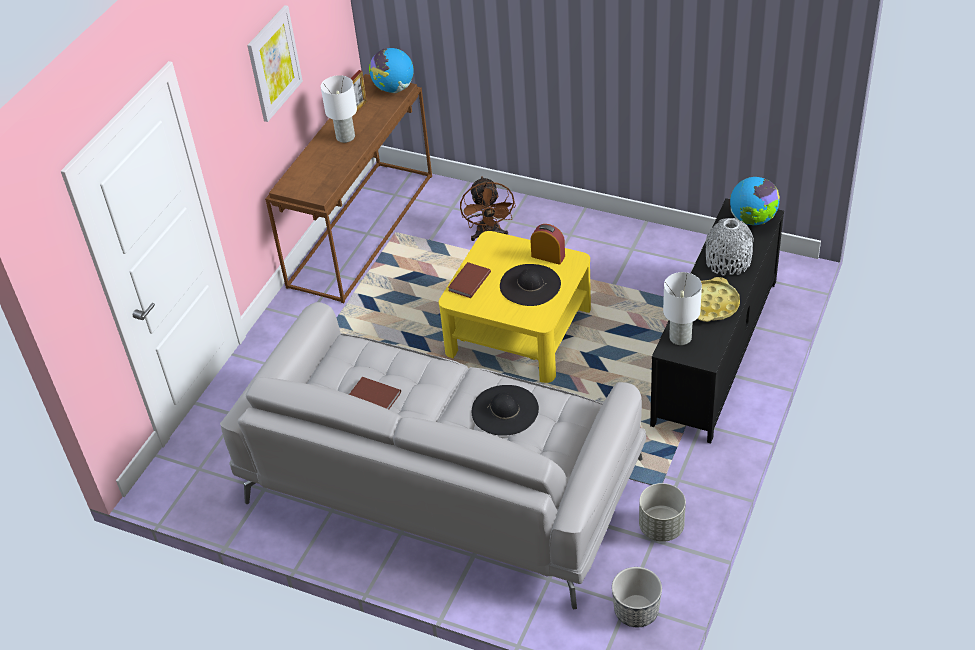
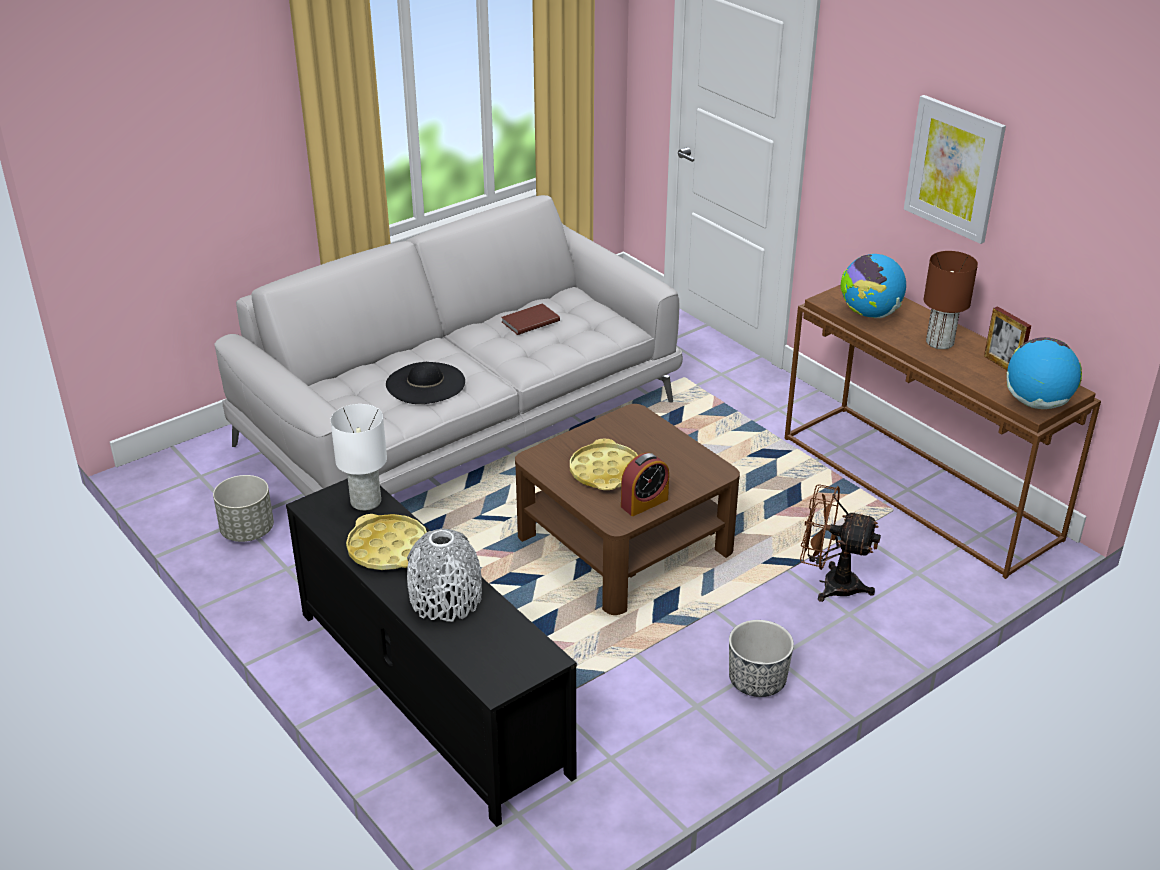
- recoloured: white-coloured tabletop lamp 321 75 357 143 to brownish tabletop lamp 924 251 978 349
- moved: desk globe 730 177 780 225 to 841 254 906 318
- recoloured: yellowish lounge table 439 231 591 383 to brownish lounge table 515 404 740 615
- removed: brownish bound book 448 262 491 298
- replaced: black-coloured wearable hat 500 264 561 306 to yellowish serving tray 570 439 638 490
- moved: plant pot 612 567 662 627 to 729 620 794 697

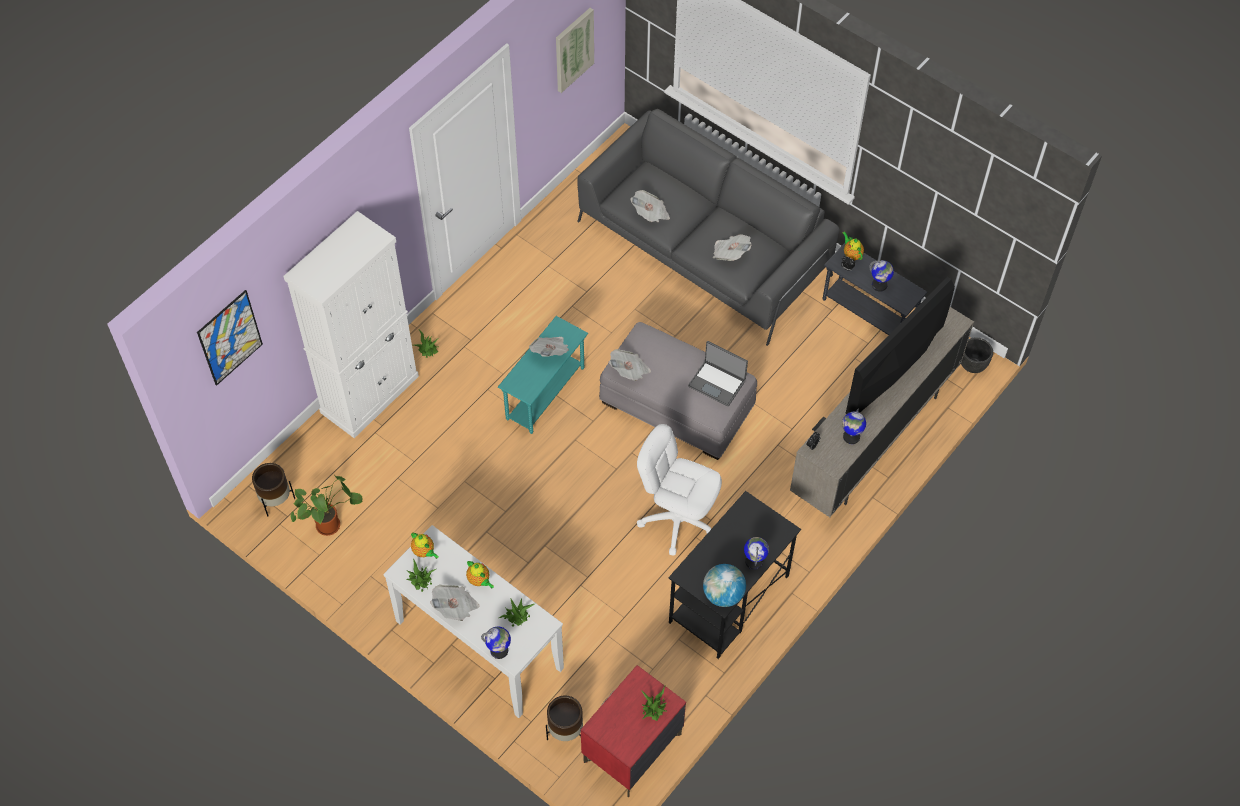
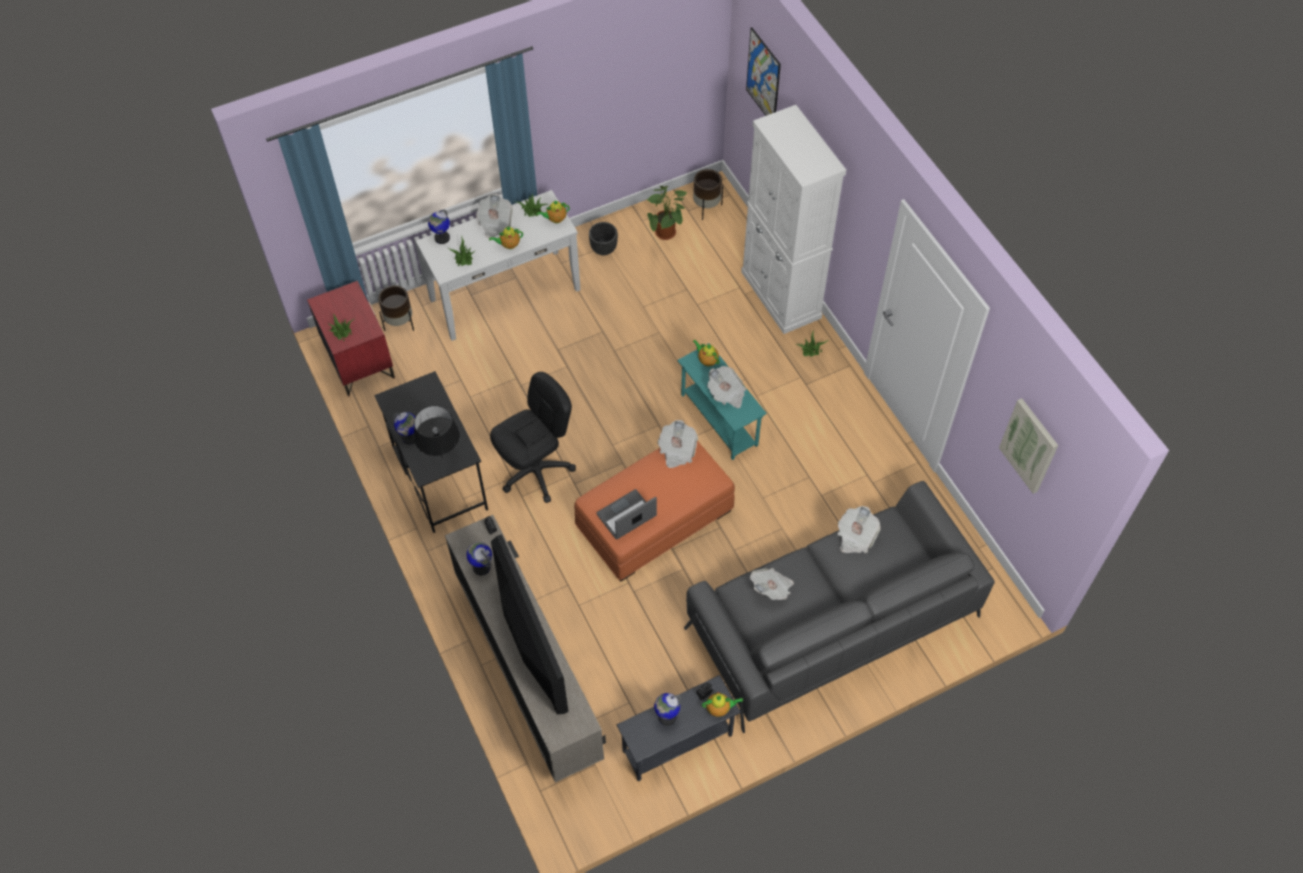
- recoloured: gray footrest 599 322 757 460 to orangey footrest 574 441 735 581
- moved: black-coloured plant pot 961 337 993 373 to 589 222 618 255
- recoloured: white-coloured desk chair 637 424 722 556 to black-coloured desk chair 490 372 576 503
- removed: desk globe 703 564 746 607
- added: tea pot 692 340 720 366
- added: black-coloured tabletop lamp 414 405 460 456

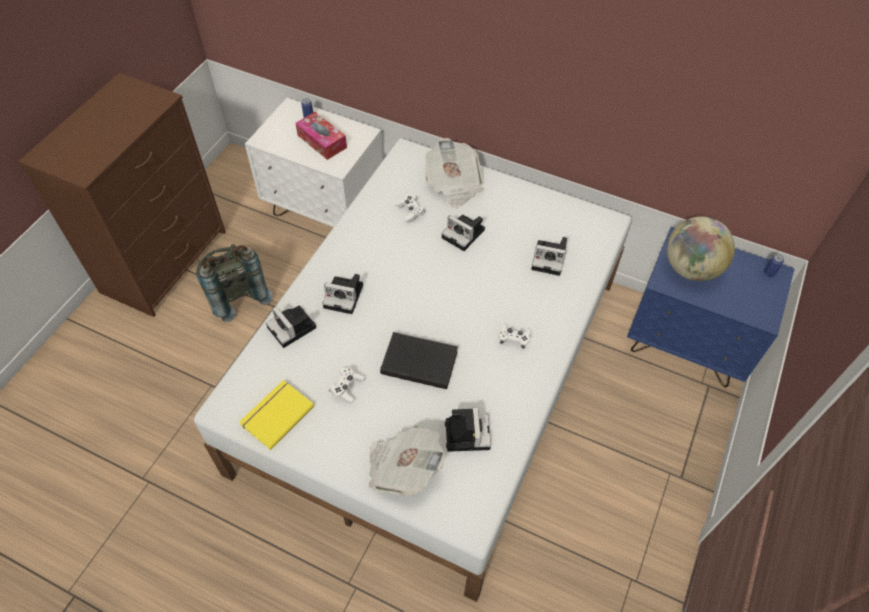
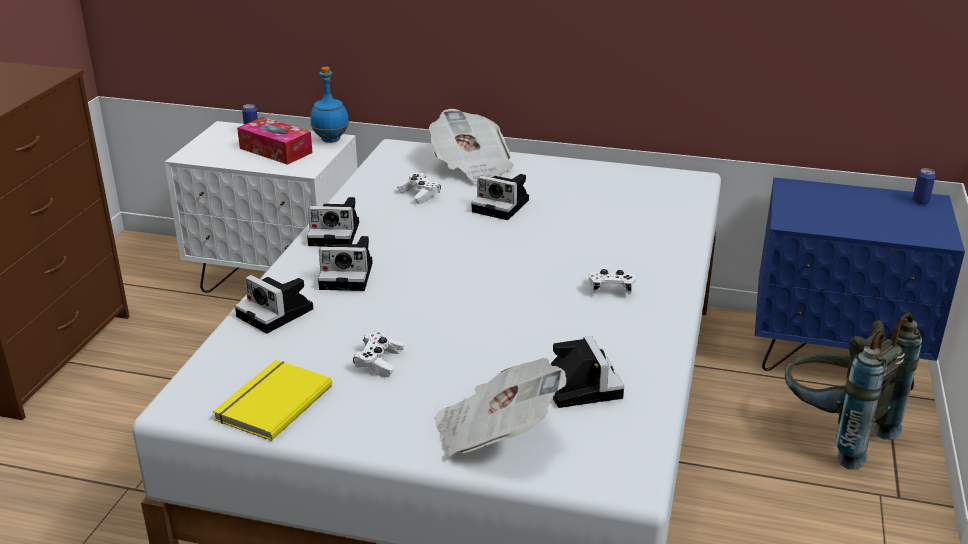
- removed: desk globe 667 217 735 281
- moved: photo camera 531 237 567 276 to 307 197 359 247
- moved: gray backpack 196 244 272 322 to 785 312 922 470
- removed: black-coloured bound book 380 332 458 389
- added: blue drink bottle 310 67 349 143

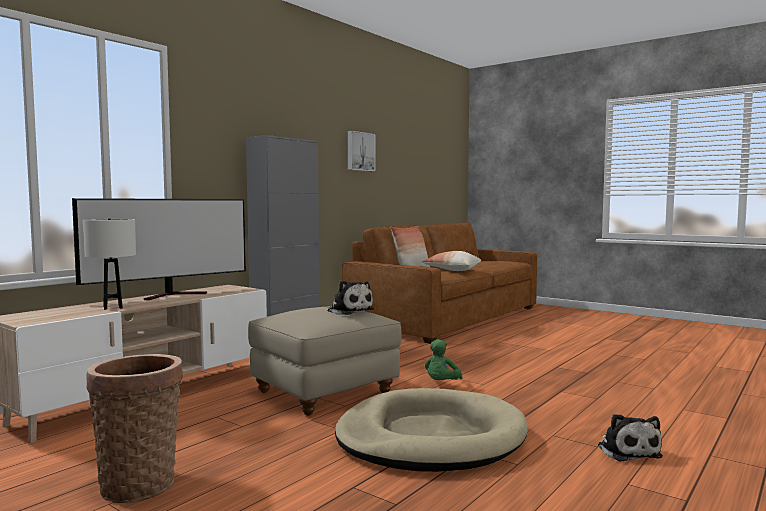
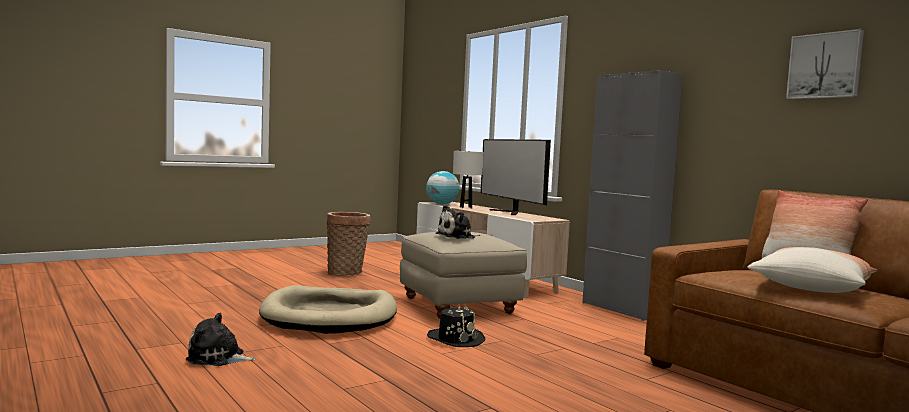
- replaced: green-coloured plush toy 424 339 463 380 to black-coloured wearable hat 427 306 485 347
- added: desk globe 426 171 460 204

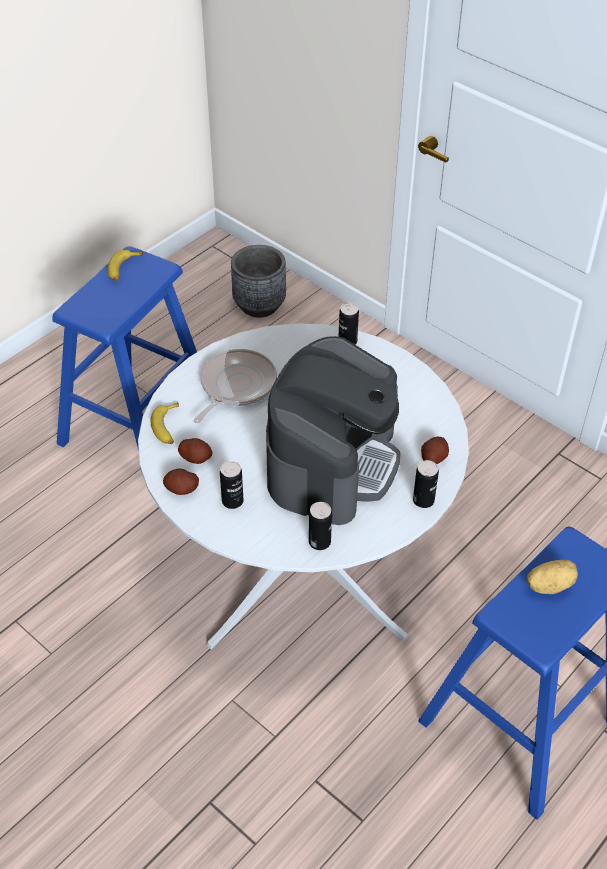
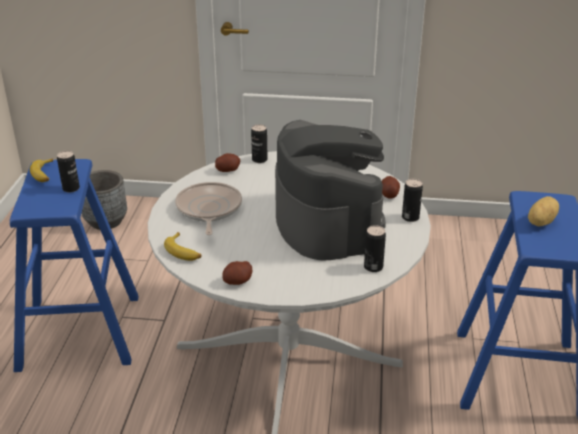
- moved: whole potato 178 438 212 464 to 215 153 240 172
- moved: can 220 461 244 509 to 57 151 80 193

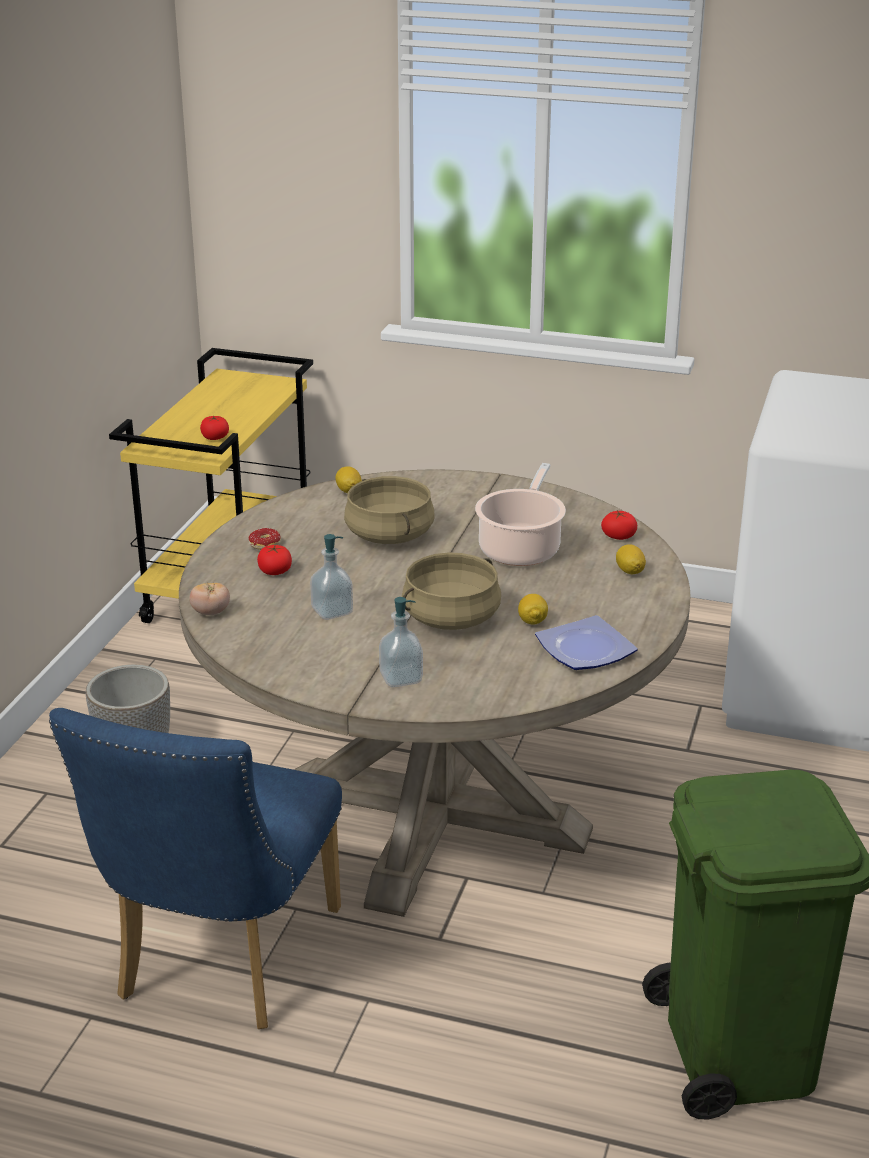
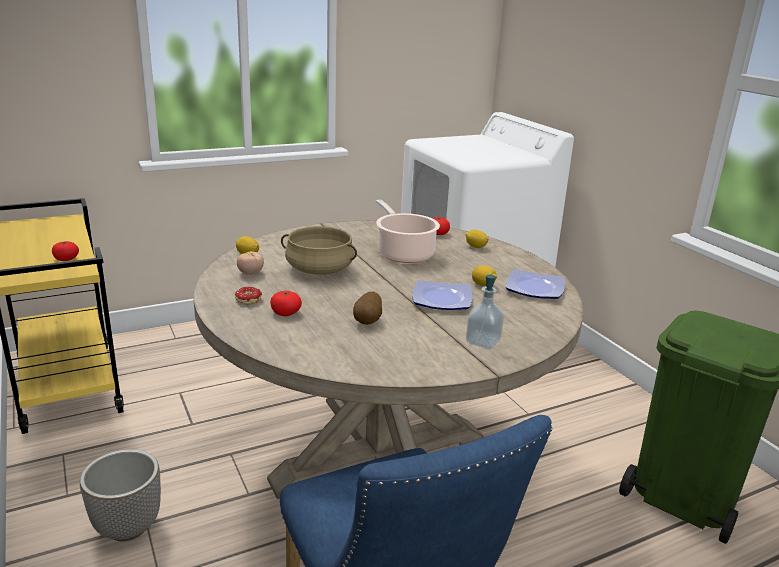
- replaced: liquid soap bottle 310 534 353 620 to whole potato 353 291 382 325
- replaced: beige-coloured cooking pot 402 552 501 630 to dinner plate 413 280 472 310
- moved: fresh tomato 189 582 230 615 to 237 251 264 275

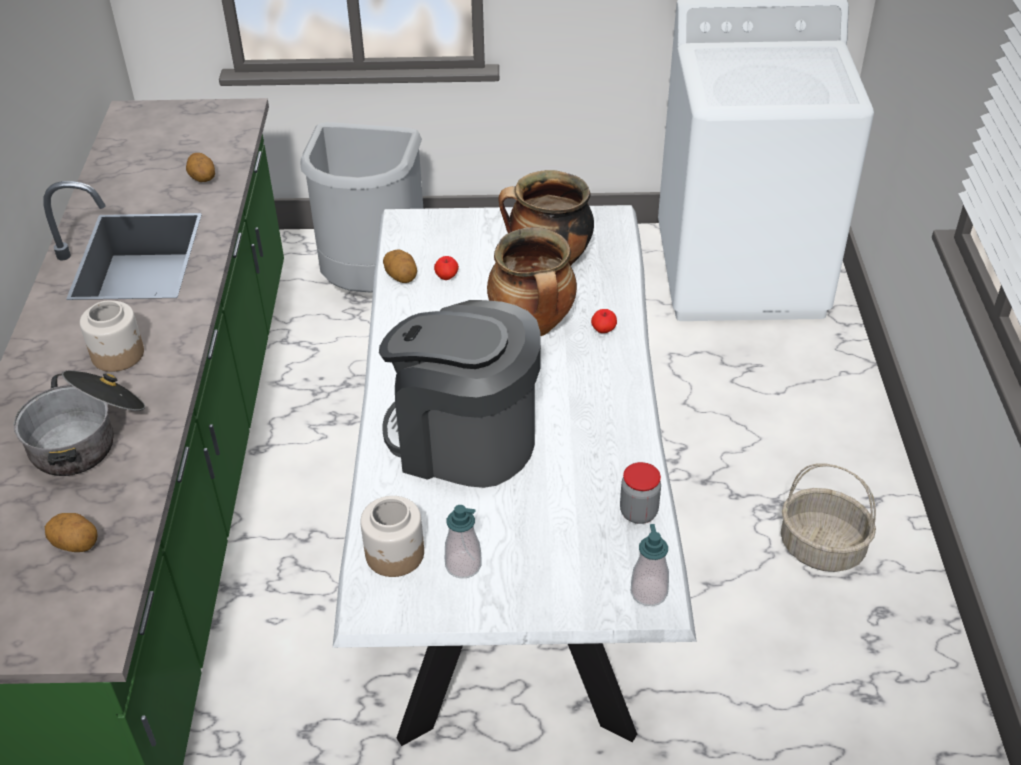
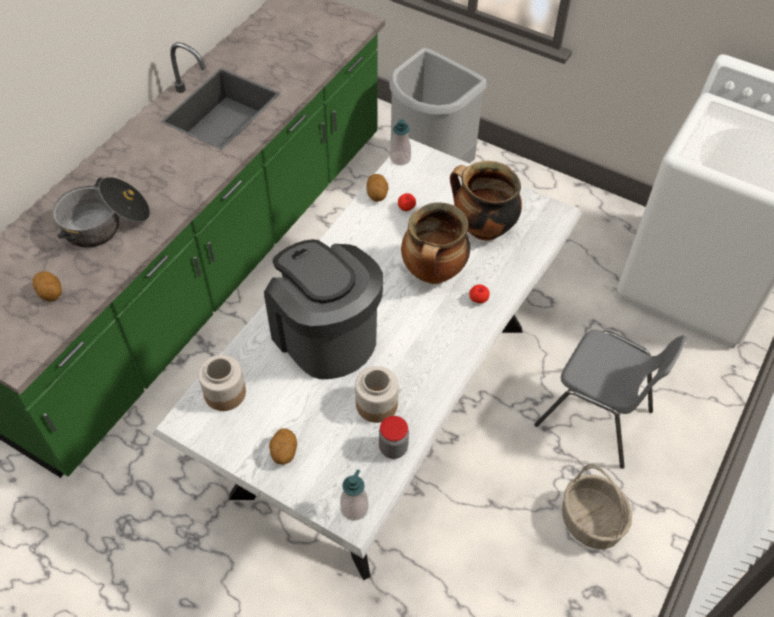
- moved: whole potato 186 153 215 182 to 269 428 297 465
- moved: preserve jar 80 301 144 372 to 355 366 399 423
- moved: liquid soap bottle 445 505 481 578 to 390 119 411 165
- added: gray plain chair 534 330 687 469

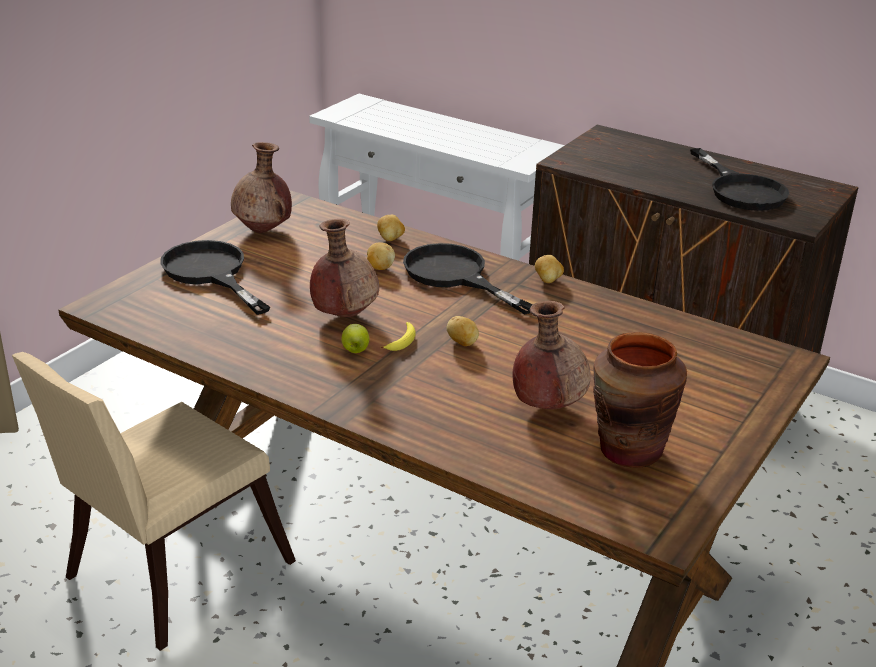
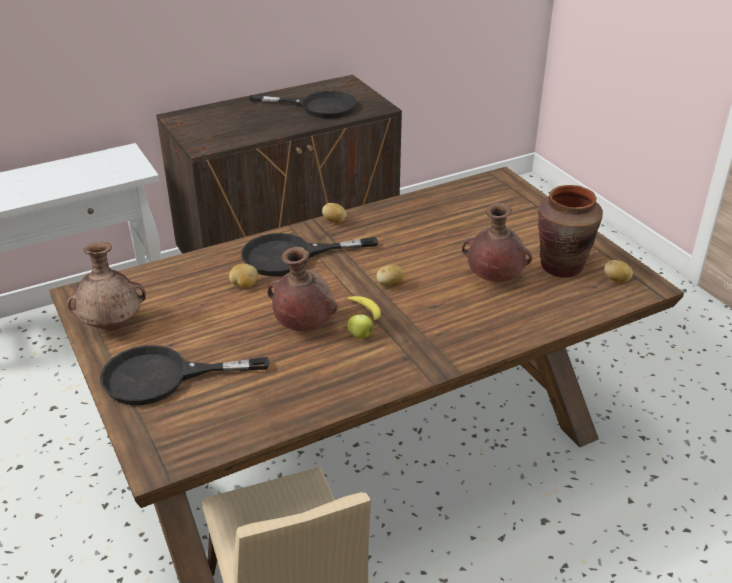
- moved: whole potato 377 215 405 241 to 604 260 633 284

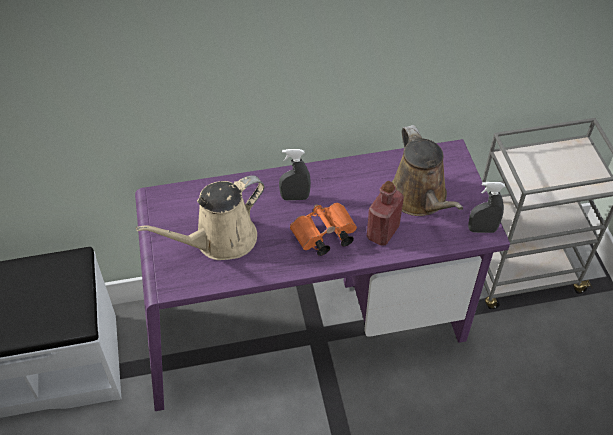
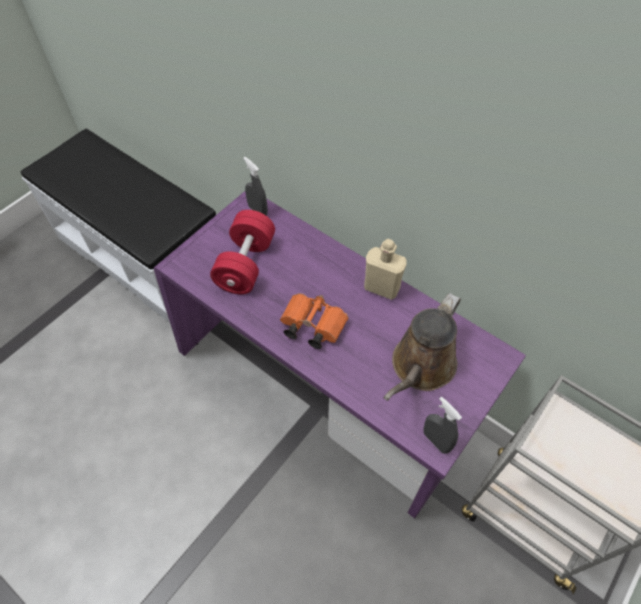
- moved: gray spray bottle 279 149 311 200 to 243 157 268 216
- replaced: beige-coloured sprinkling can 136 175 265 260 to reddish free weight 210 210 275 295
- removed: reddish drink bottle 367 181 404 245
- added: beige-coloured drink bottle 364 239 407 300

